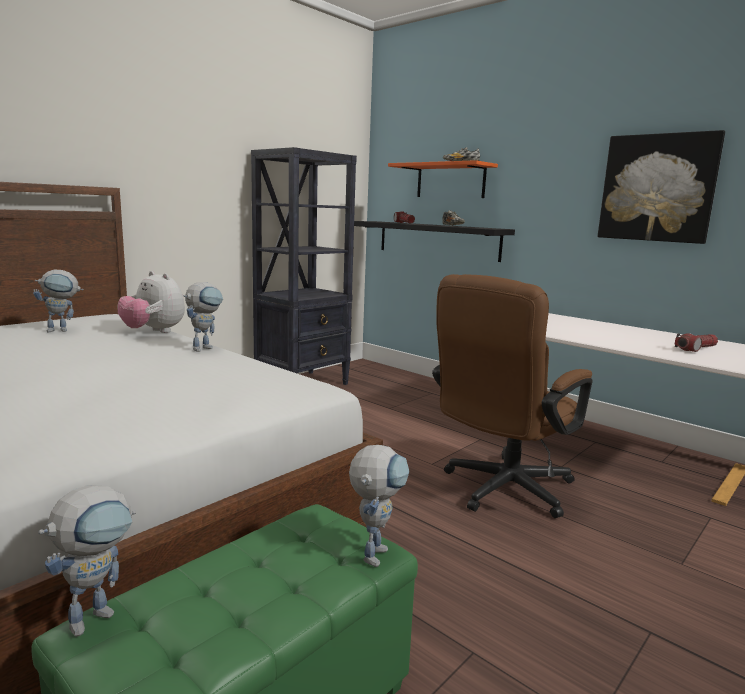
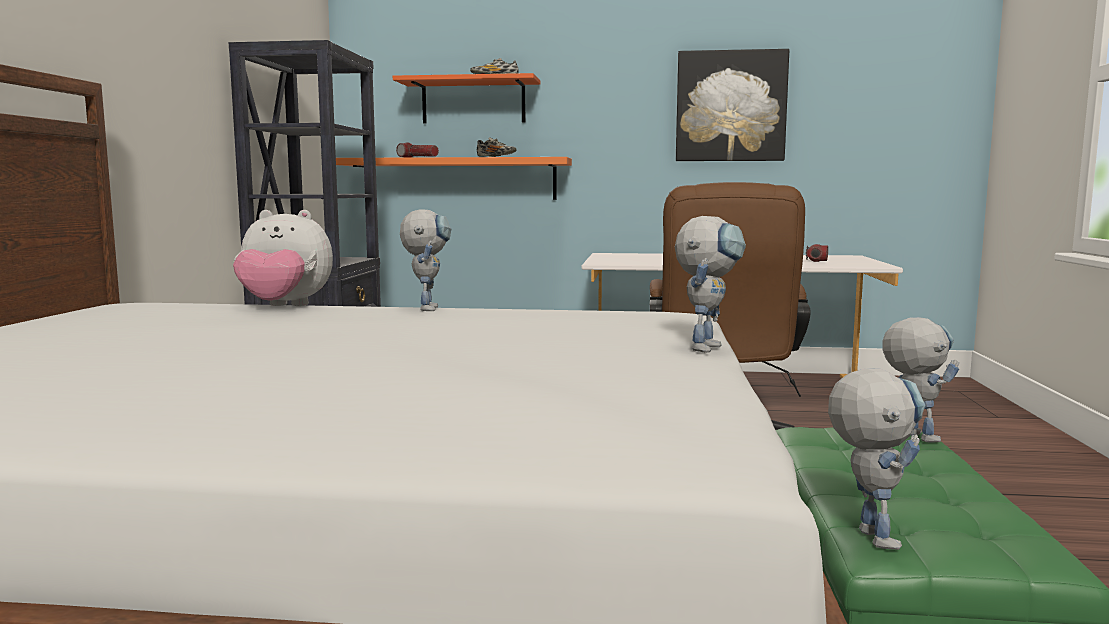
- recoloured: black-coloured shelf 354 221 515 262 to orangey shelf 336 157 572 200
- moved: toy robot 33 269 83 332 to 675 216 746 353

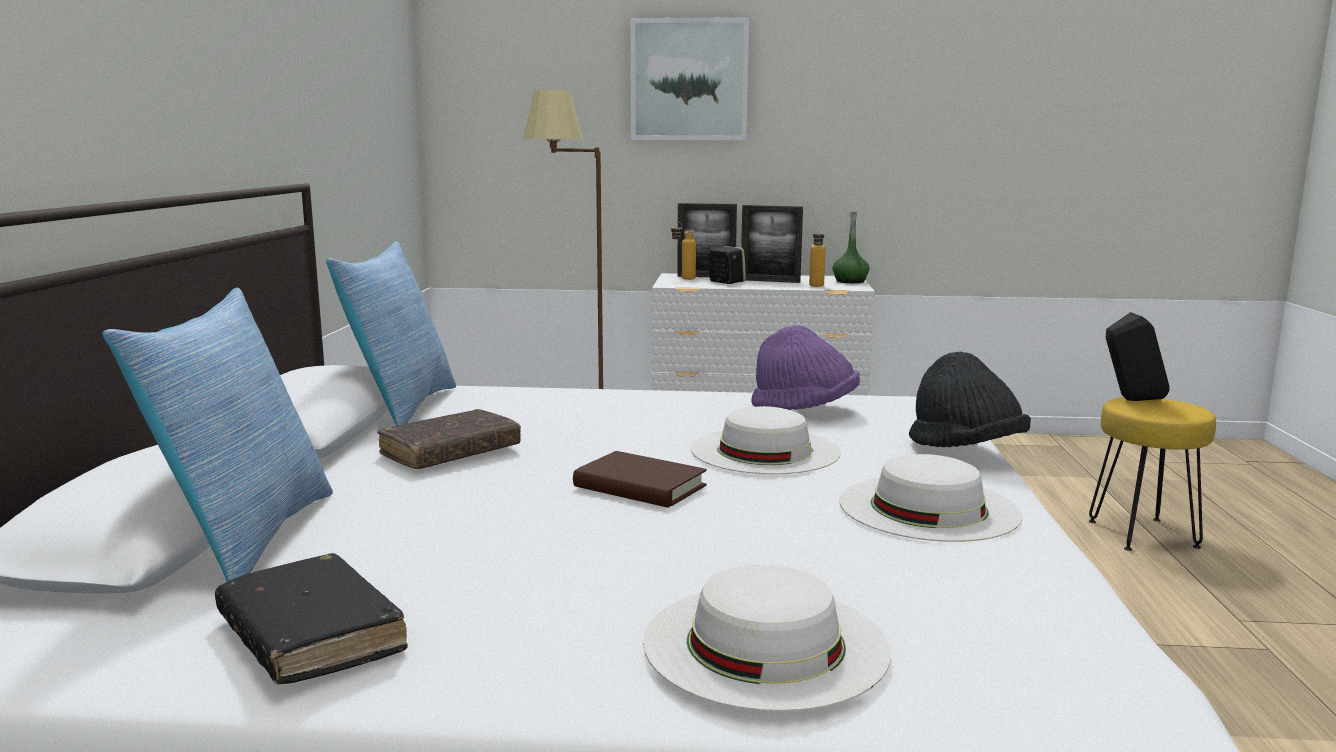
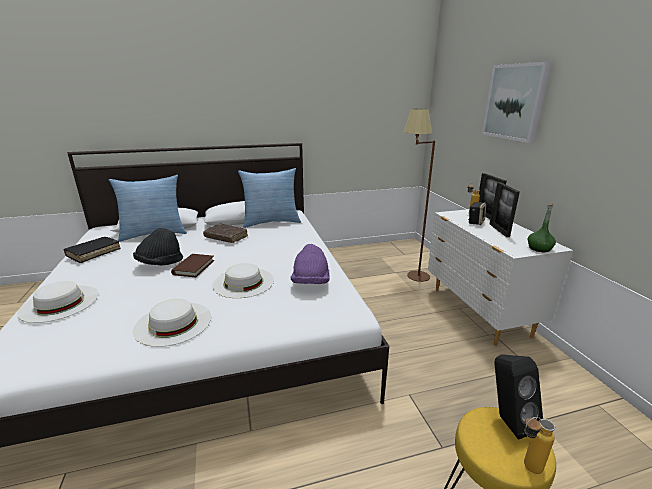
- moved: drink bottle 809 228 826 287 to 524 417 555 474
- moved: black-coloured wearable hat 909 352 1031 447 to 133 228 183 265

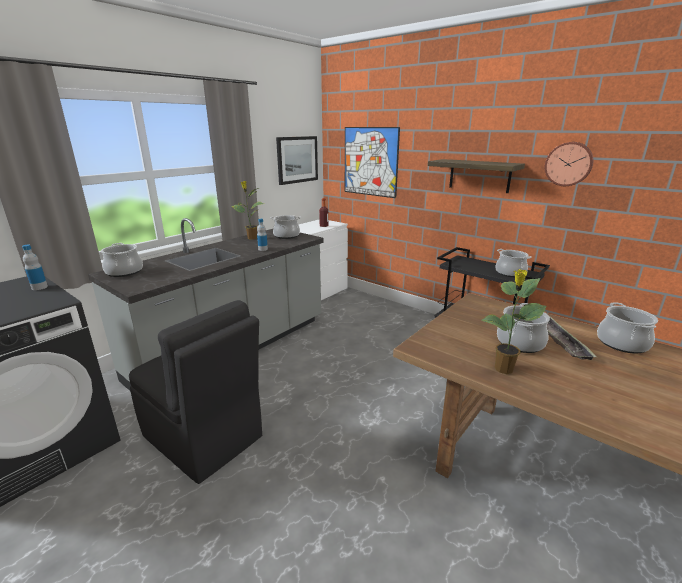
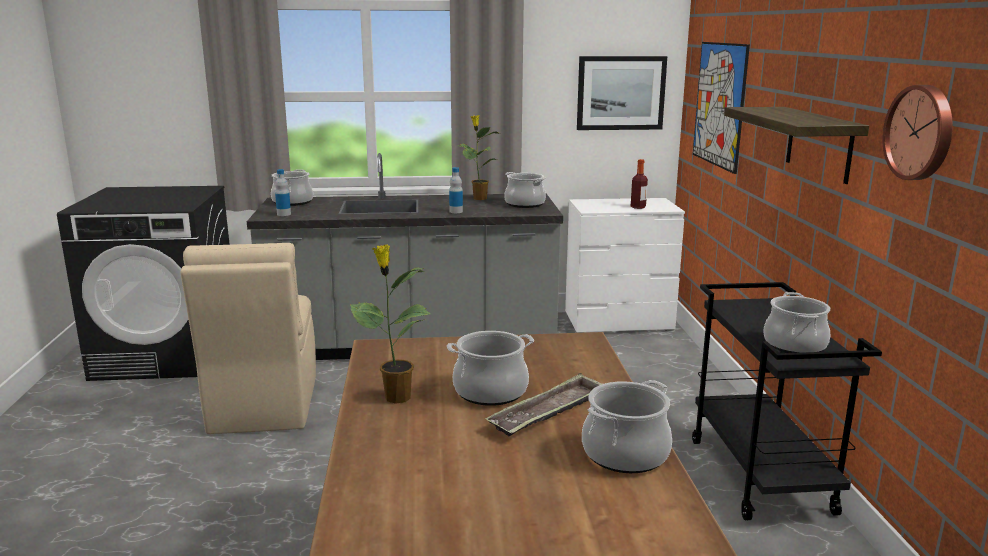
- moved: drink bottle 22 245 48 290 to 275 169 291 216
- recoloured: black-coloured plain chair 129 300 262 484 to beige-coloured plain chair 181 243 316 434

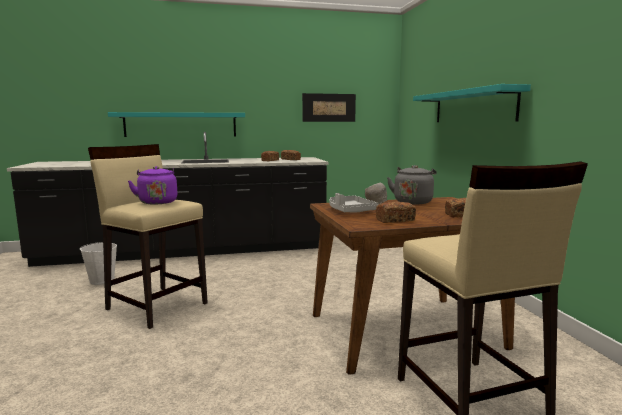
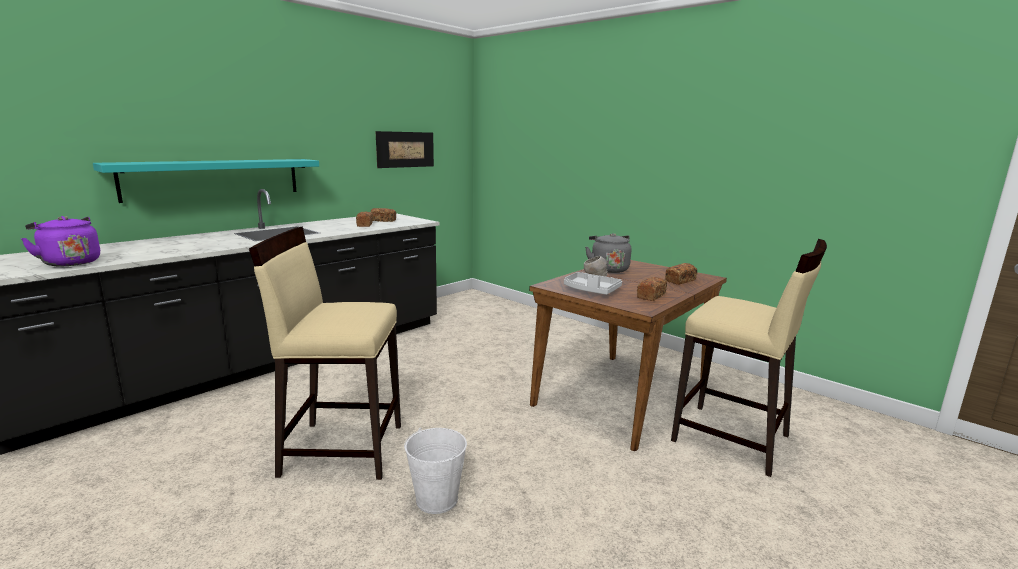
- removed: blue-green shelf 413 84 531 122
- moved: purple kettle 128 166 178 204 to 20 216 100 266
- moved: white-coloured bucket 80 242 117 285 to 404 428 467 514

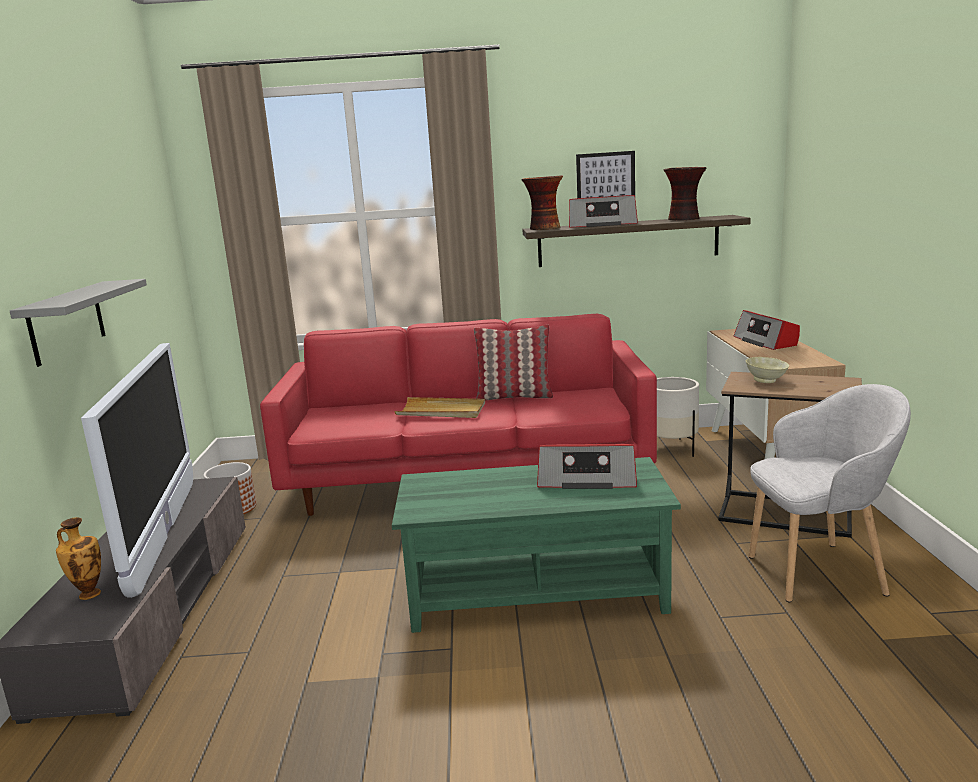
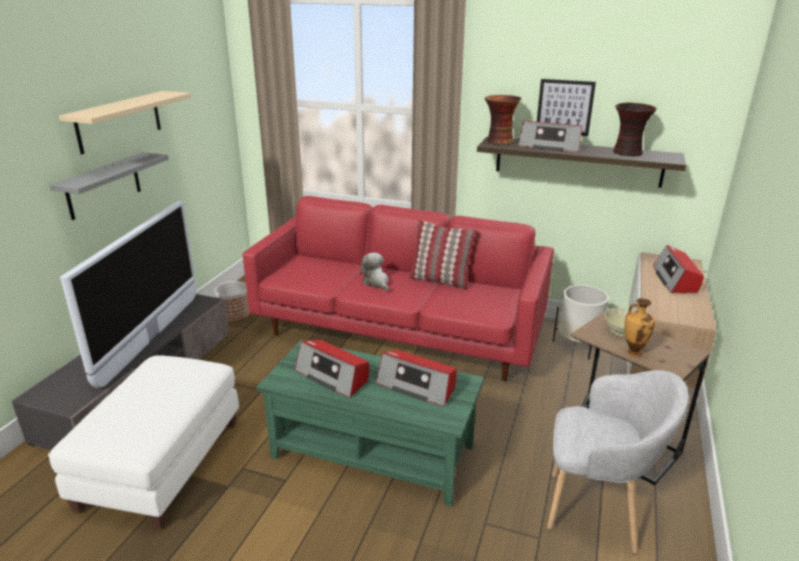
- replaced: beige-coloured serving tray 394 397 485 418 to plush toy 360 253 389 291
- moved: decorative vase 56 517 101 600 to 625 298 655 357
- added: beige-coloured shelf 59 91 192 154
- added: radio set 295 340 369 398
- added: white-coloured footrest 48 355 239 529

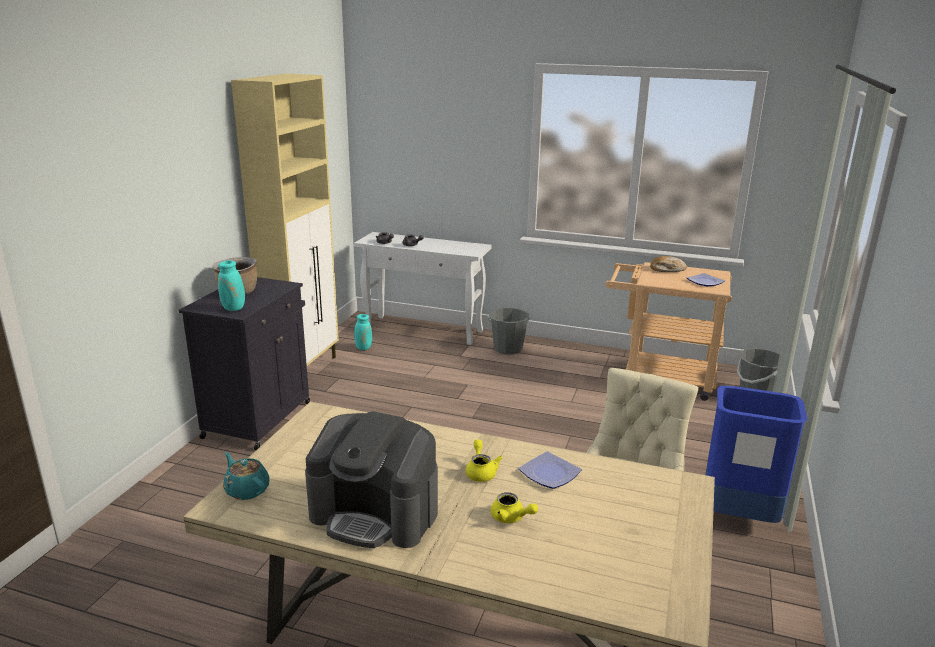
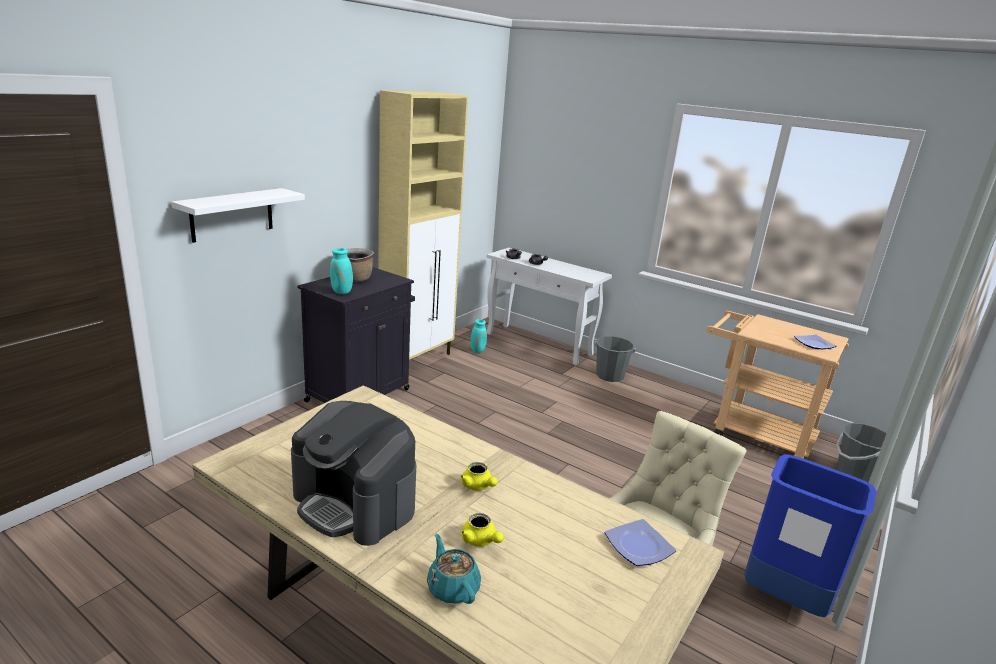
- removed: bread 650 256 687 272
- turned: yellowish tea pot 466 439 503 482 = 460 462 498 491 135 degrees clockwise
- moved: dinner plate 519 451 582 489 to 605 519 676 566
- moved: blue-green tea pot 223 452 270 500 to 427 534 481 604
- added: white-coloured shelf 172 188 305 243

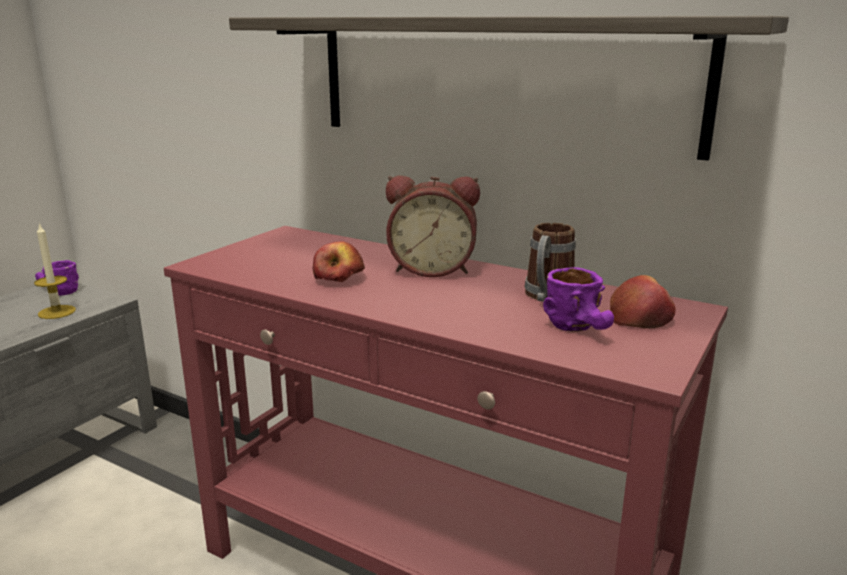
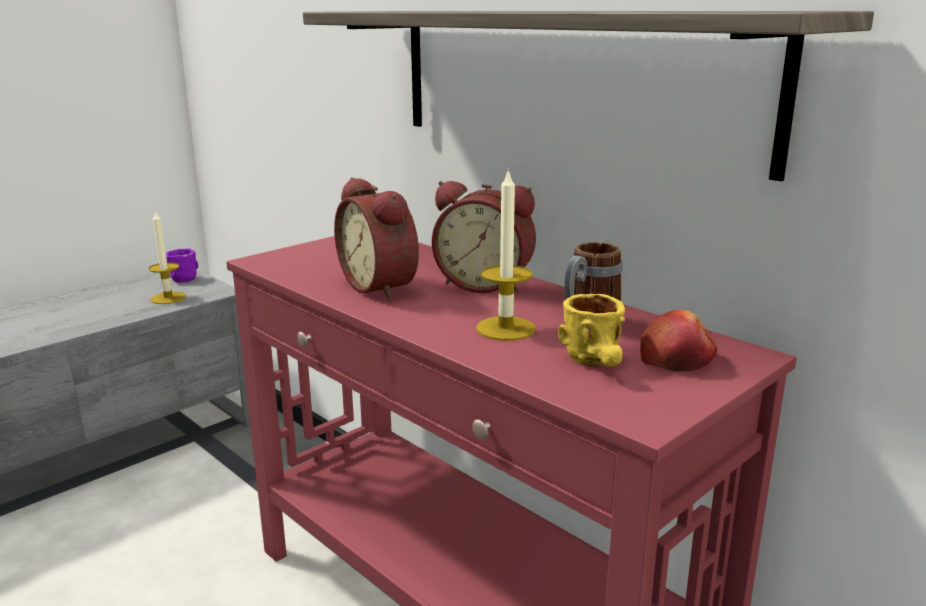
- replaced: whole apple 313 241 365 282 to table clock 334 177 419 300
- recoloured: purple mug 543 267 614 332 to yellowish mug 558 294 625 366
- added: candle 476 168 536 341

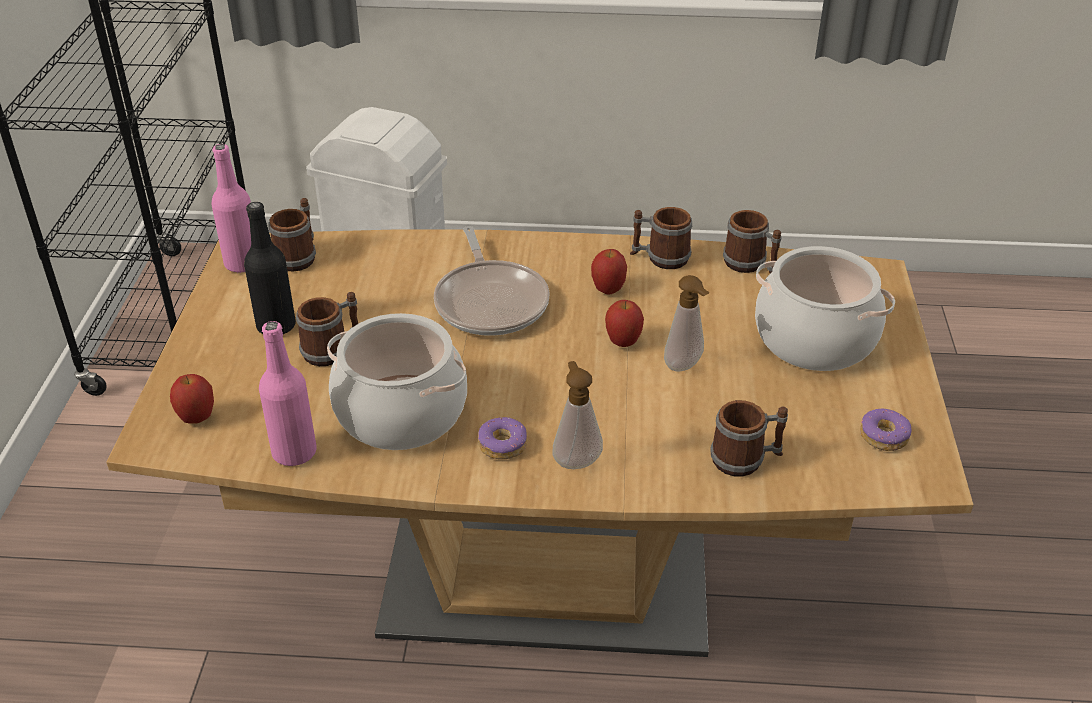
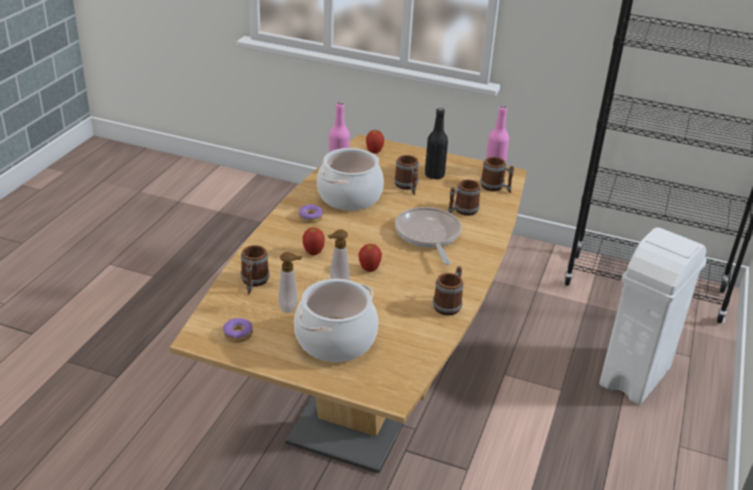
- moved: mug 723 210 782 273 to 448 179 481 216
- turned: skillet 434 226 550 336 = 395 207 461 265 75 degrees clockwise
- moved: whole apple 591 249 627 295 to 303 227 325 255
- moved: liquid soap bottle 552 361 603 469 to 278 252 302 313

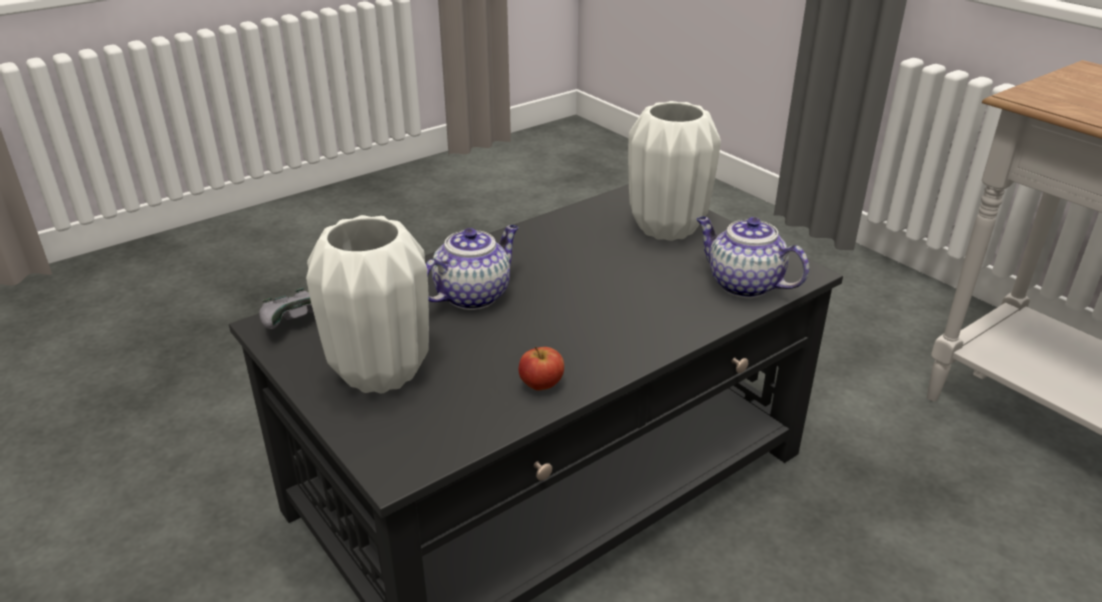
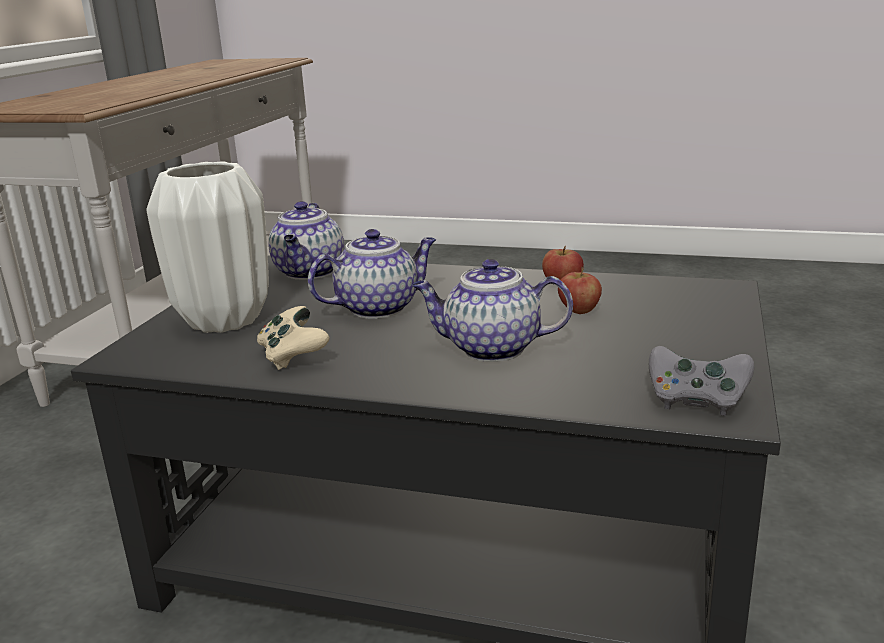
- removed: white-coloured decorative vase 306 215 429 394
- added: tea pot 308 229 436 319
- added: whole apple 558 266 602 314
- added: beige-coloured gamepad 257 306 330 370

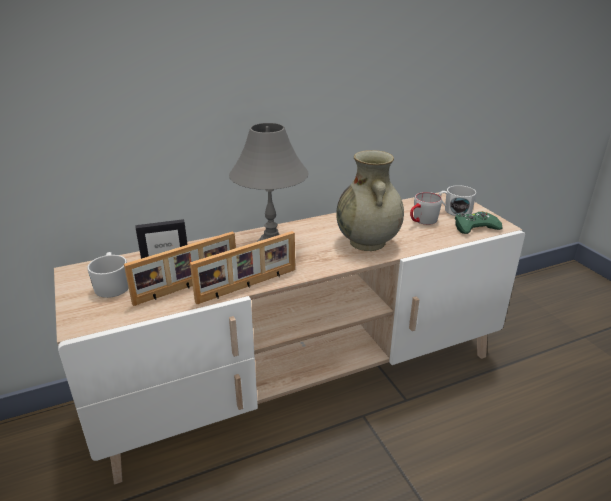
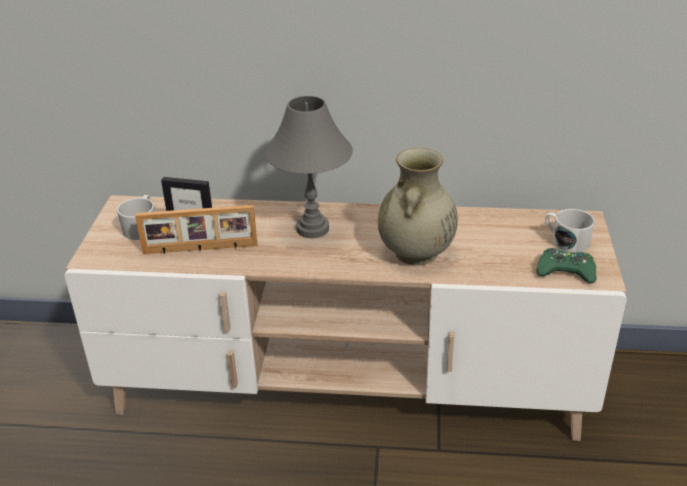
- removed: gray mug 410 192 442 225
- removed: picture frame 190 231 295 304

